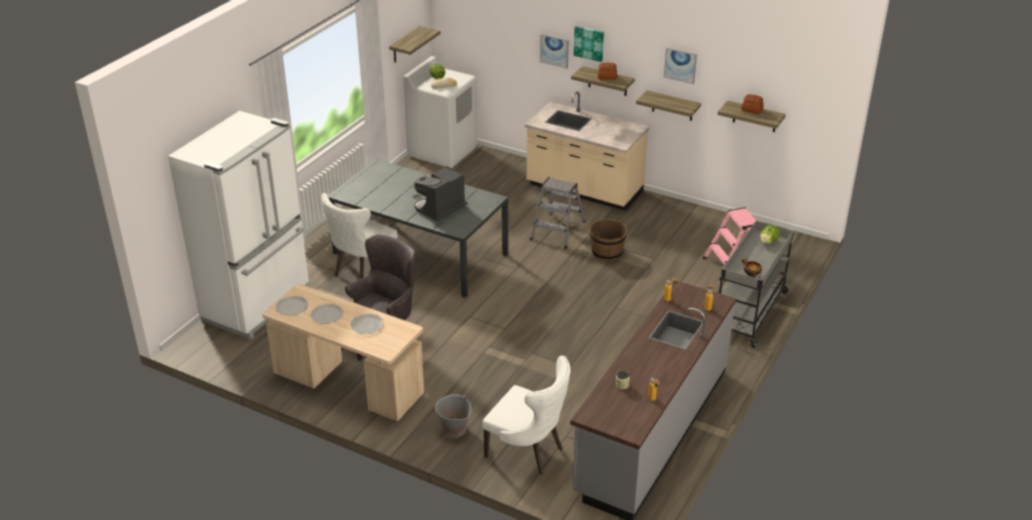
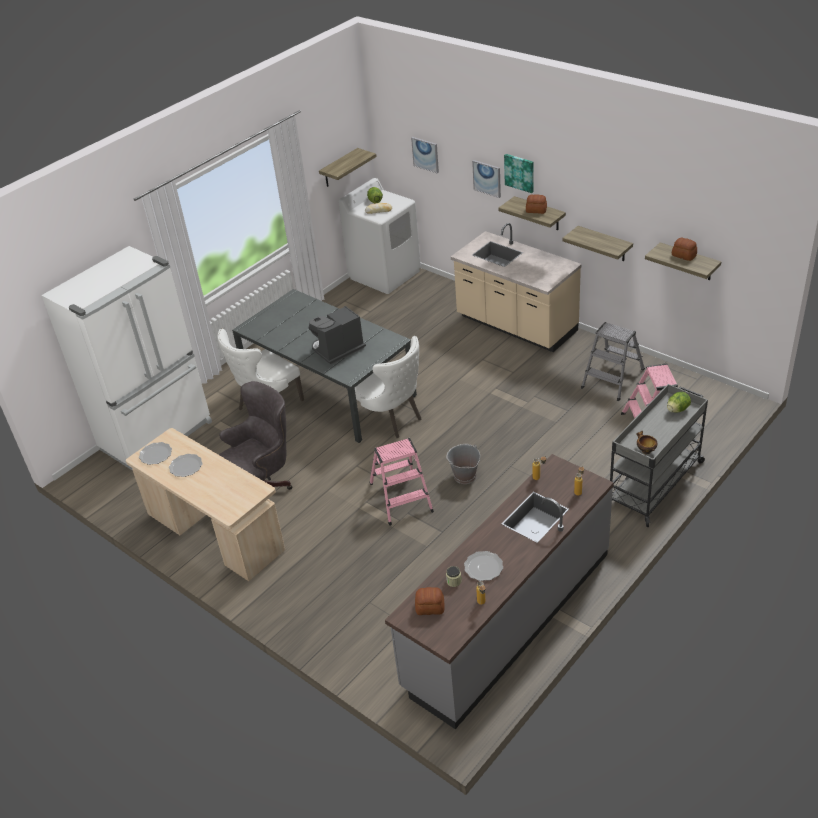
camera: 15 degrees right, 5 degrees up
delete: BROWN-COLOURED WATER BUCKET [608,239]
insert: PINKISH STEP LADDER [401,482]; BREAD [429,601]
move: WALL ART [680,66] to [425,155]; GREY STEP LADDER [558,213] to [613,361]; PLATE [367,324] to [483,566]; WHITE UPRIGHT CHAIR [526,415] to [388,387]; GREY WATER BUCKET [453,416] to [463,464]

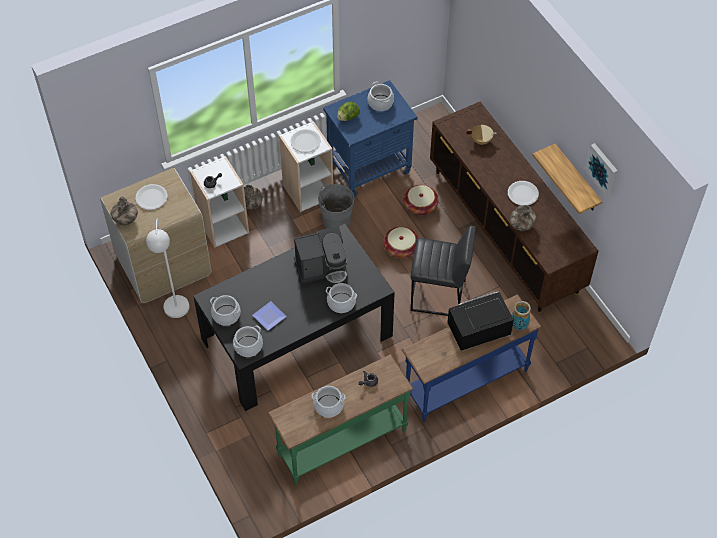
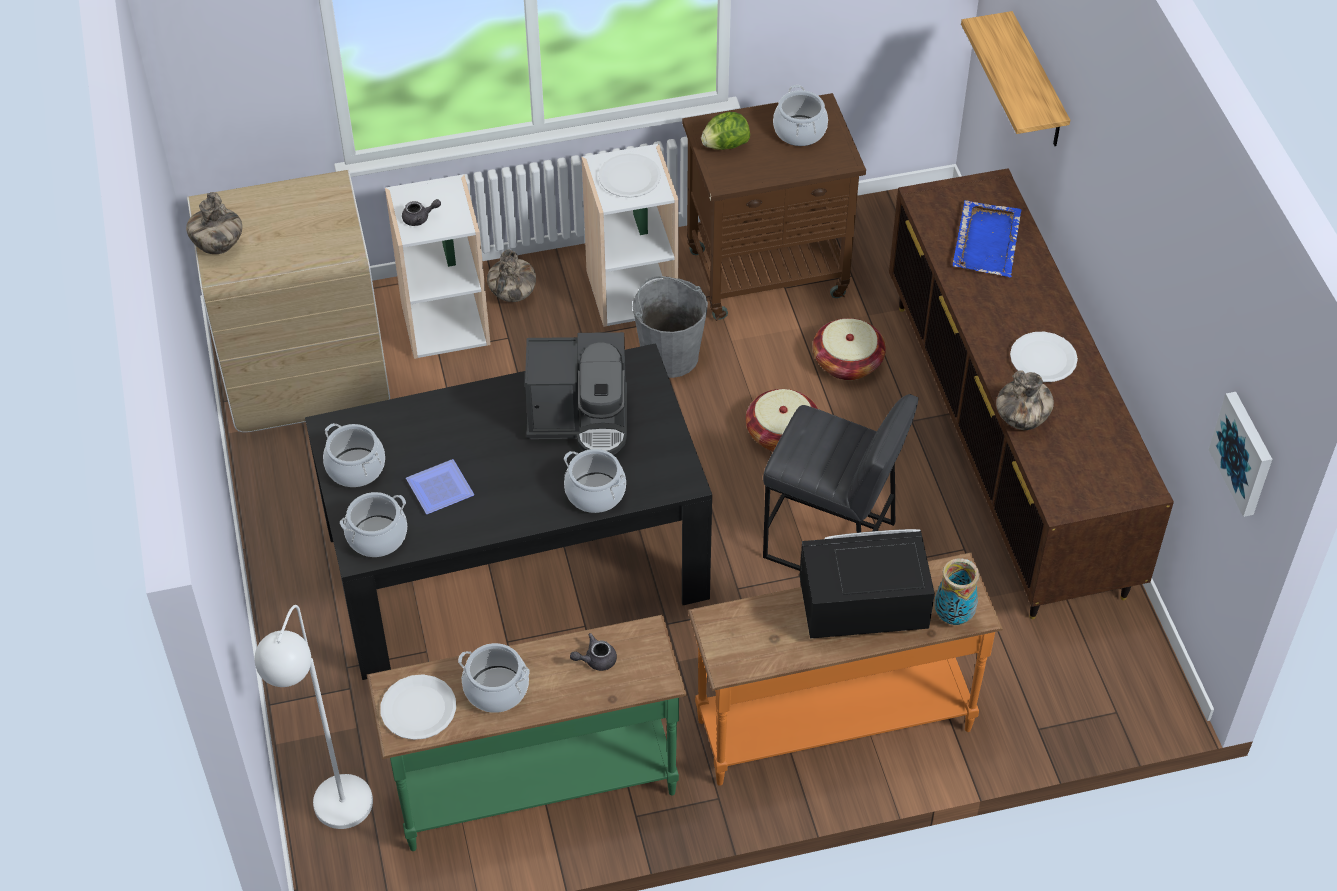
camera: 15 degrees right, 5 degrees down
move: WALL ART [601,170] to [1240,454]; BRACKET SHELF [567,179] to [1015,78]; WHITE PLATE [152,197] to [418,707]; WHITE STANDARD LAMP [167,268] to [314,717]
replace: BEIGE SAUCEPOT [481,135] to BLUE-COLOURED TRAY [987,238]
recolor: BLUE-COLOURED CART [370,138] to BROWN-COLOURED CART [774,207]; BLUE-COLOURED NARROW TABLE [471,358] to ORANGE-COLOURED NARROW TABLE [845,669]

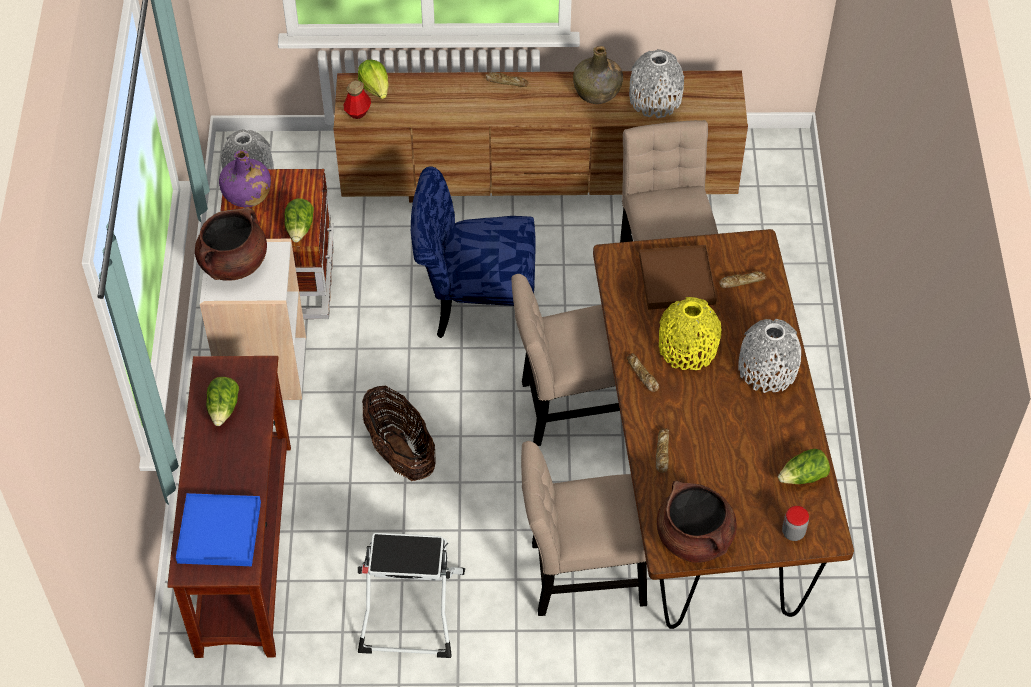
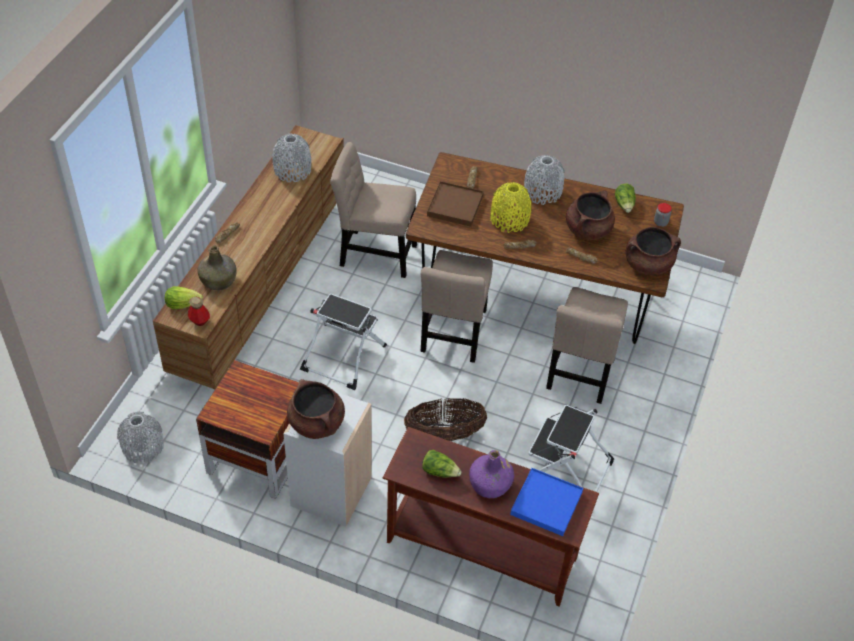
camera: 70 degrees left, 5 degrees down
delete: HEAD OF LETTUCE [299,220]
insert: BROWN-COLOURED SAUCEPOT [590,215]
move: GREEN-COLOURED BEVERAGE BOTTLE [598,75] to [217,268]; PURPLE-COLOURED BEVERAGE BOTTLE [245,179] to [491,474]
replace: BLUE-COLOURED UPRIGHT CHAIR [473,252] to STEP LADDER [343,342]

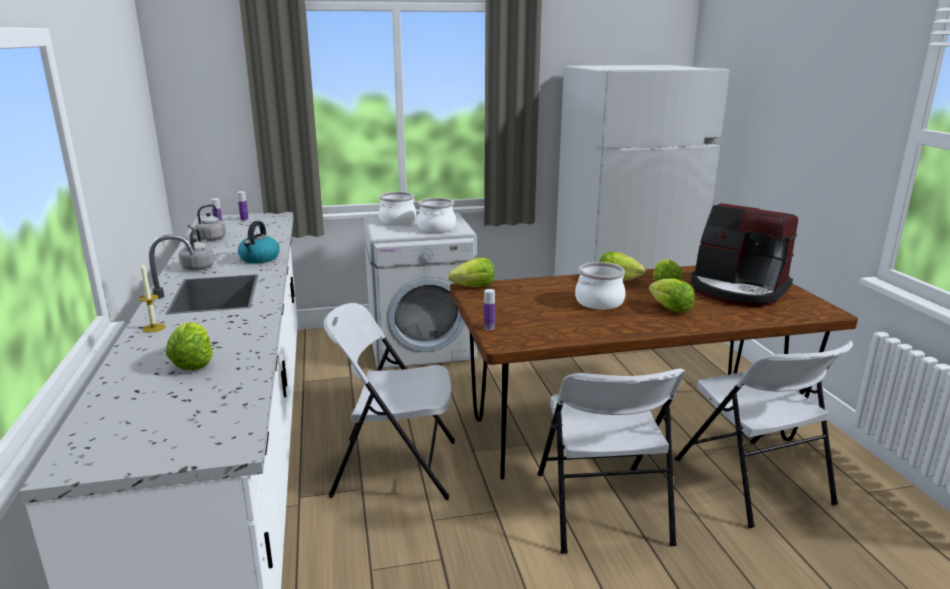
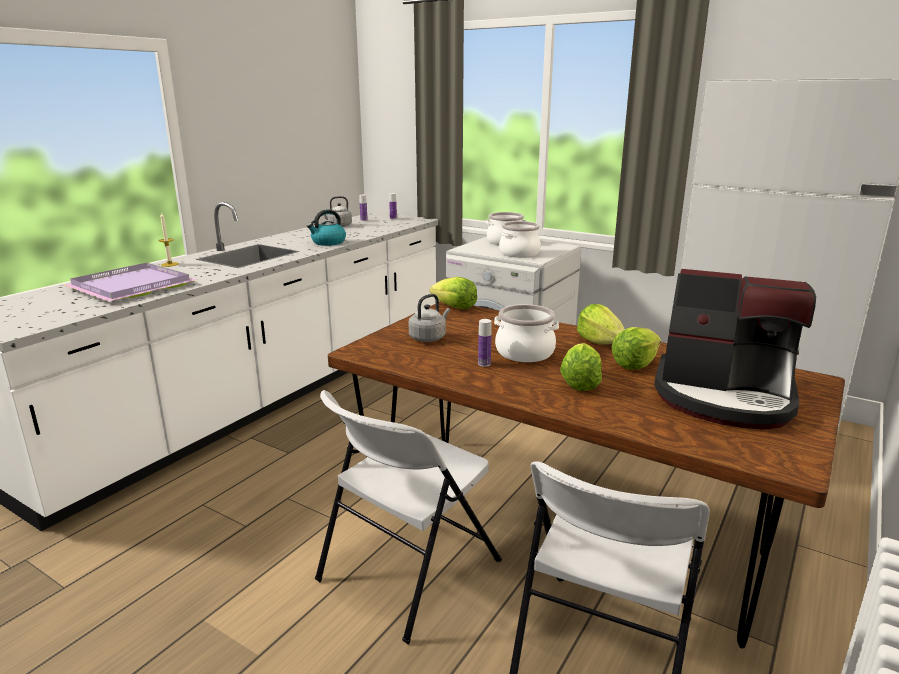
camera: 45 degrees right, 0 degrees up
delete: WHITE UPRIGHT CHAIR [389,401]
move: GREY TEA KETTLE [196,249] to [429,318]; BEVERAGE BOTTLE [489,309] to [485,343]
replace: HEAD OF LETTUCE [189,346] to PURPLE-COLOURED TRAY [130,282]
rotate: COFFEE BREWER [744,255] = [735,349] 60 degrees counterclockwise

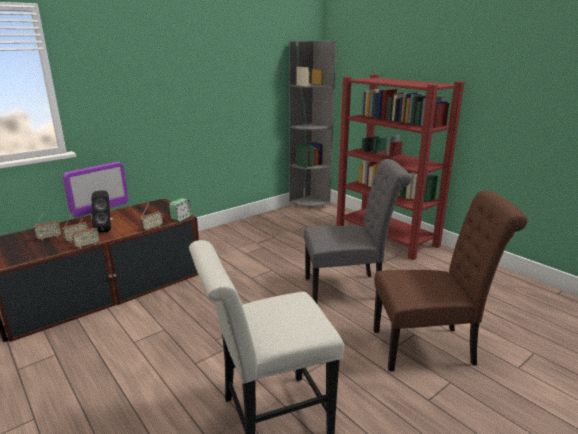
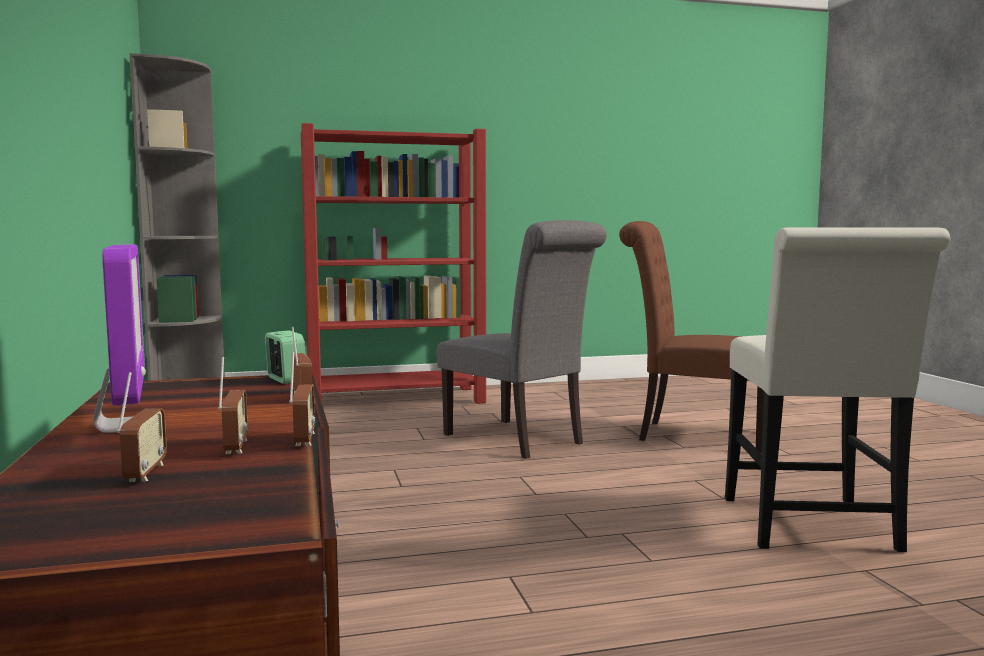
camera: 65 degrees left, 15 degrees down
delete: BLACK-COLOURED SPEAKER [101,212]
rotate: GREY UPRIGHT CHAIR [357,231] = [522,339] 120 degrees clockwise; BROWN-COLOURED UPRIGHT CHAIR [450,281] = [691,337] 90 degrees counterclockwise

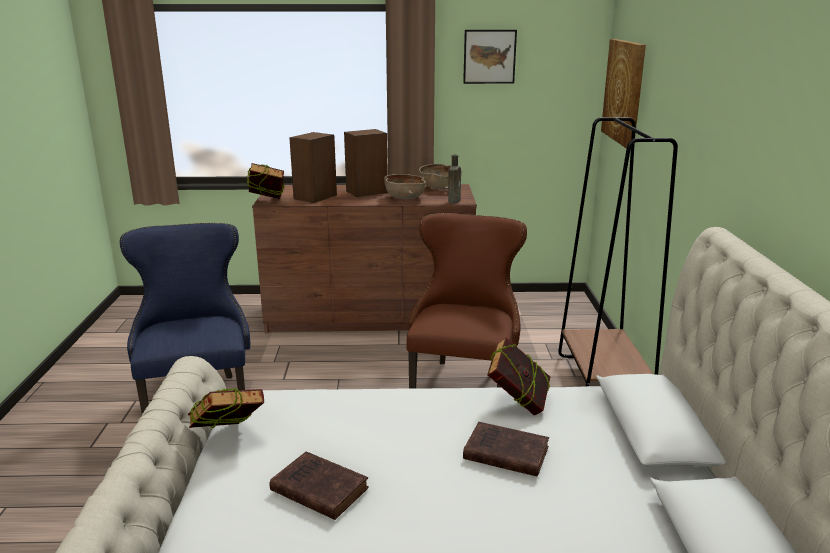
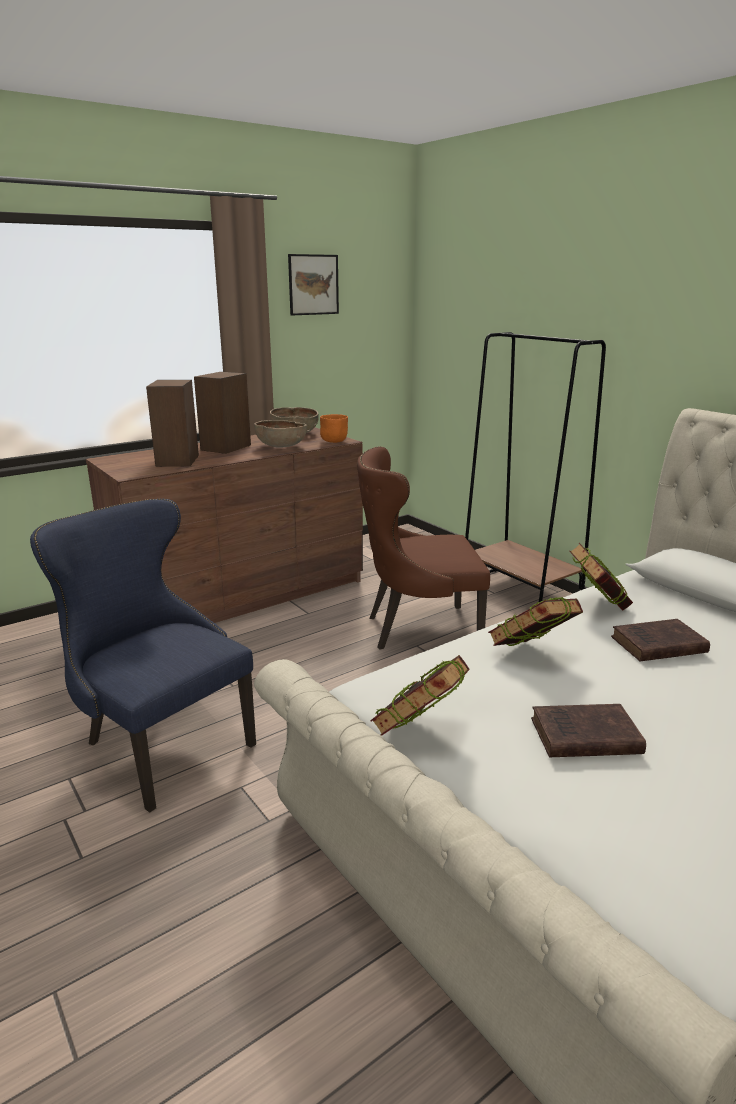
camera: 35 degrees left, 0 degrees up
delete: WALL ART [623,94]
move: BOOK [265,181] to [535,621]
replace: BROWN-COLOURED BEVERAGE BOTTLE [454,179] to ORANGE-COLOURED SERVING BOWL [334,428]
rotate: BROWN-COLOURED UPRIGHT CHAIR [466,301] = [423,547] 75 degrees counterclockwise

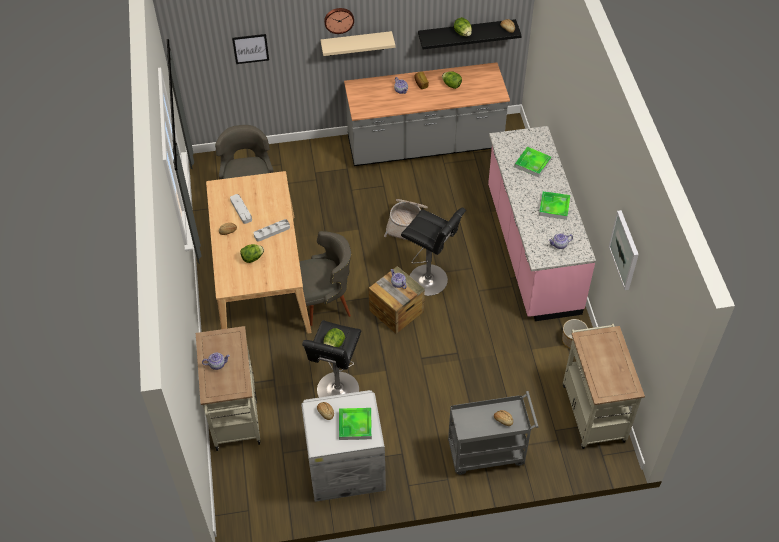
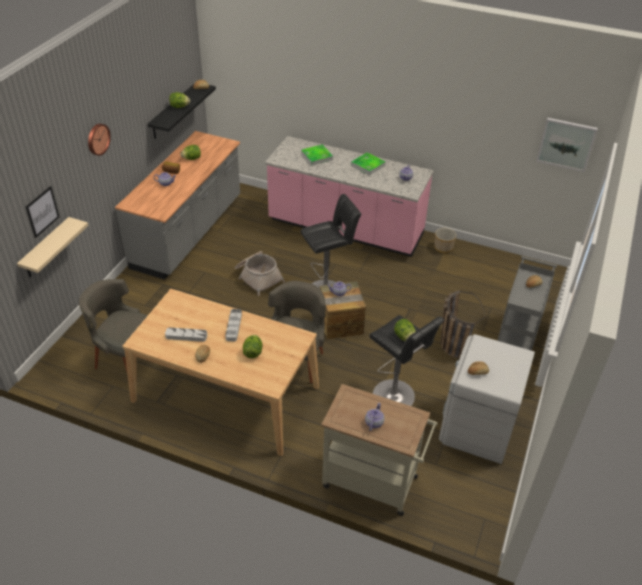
camera: 60 degrees left, 10 degrees down
delete: BEIGE CART [604,386]; TRAY [355,424]
insert: STORAGE BASKET [463,324]
move: BEIGE BRACKET SHELF [358,43] to [53,247]; WALL ART [623,250] to [567,145]

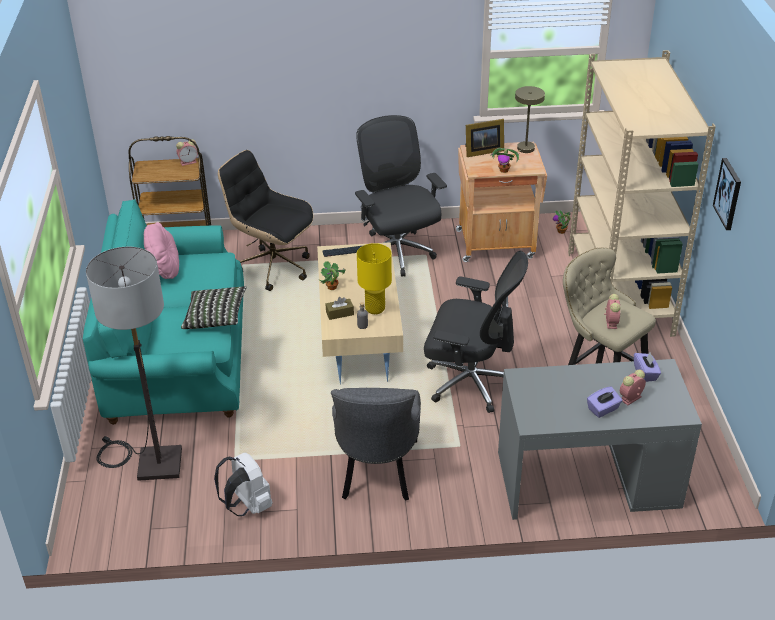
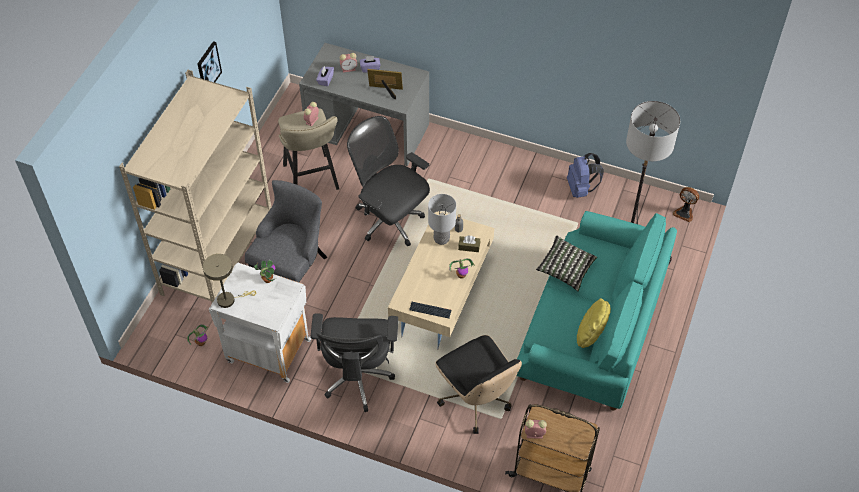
camera: 155 degrees left, 15 degrees up
insert: FAN [686,204]
move: STANDING FRAME [484,138] to [385,84]; GREY LOUNGE CHAIR [376,444] to [286,231]
recolor: BROWN-COLOURED CART [501,202] to WHITE CART [260,323]; PINKISH THROW PILLOW [161,250] to YELLOW-COLOURED THROW PILLOW [594,323]; YELLOW-COLOURED LAMP FOR A TABLE [374,278] to GREY LAMP FOR A TABLE [442,219]; WHITE RUCKSACK [243,484] to BLUE-COLOURED RUCKSACK [585,175]

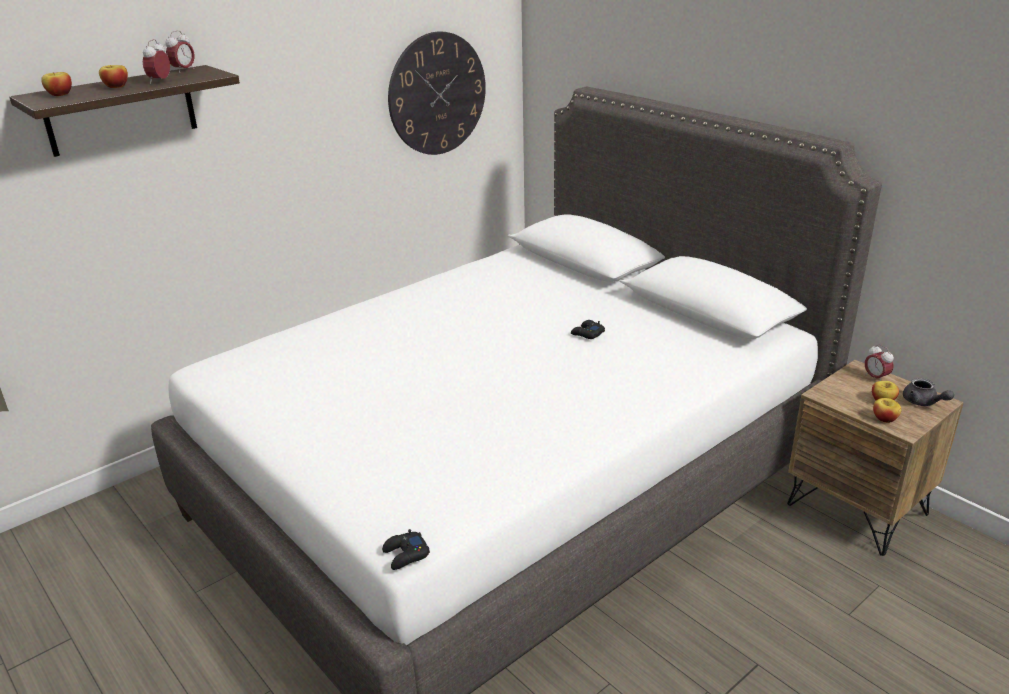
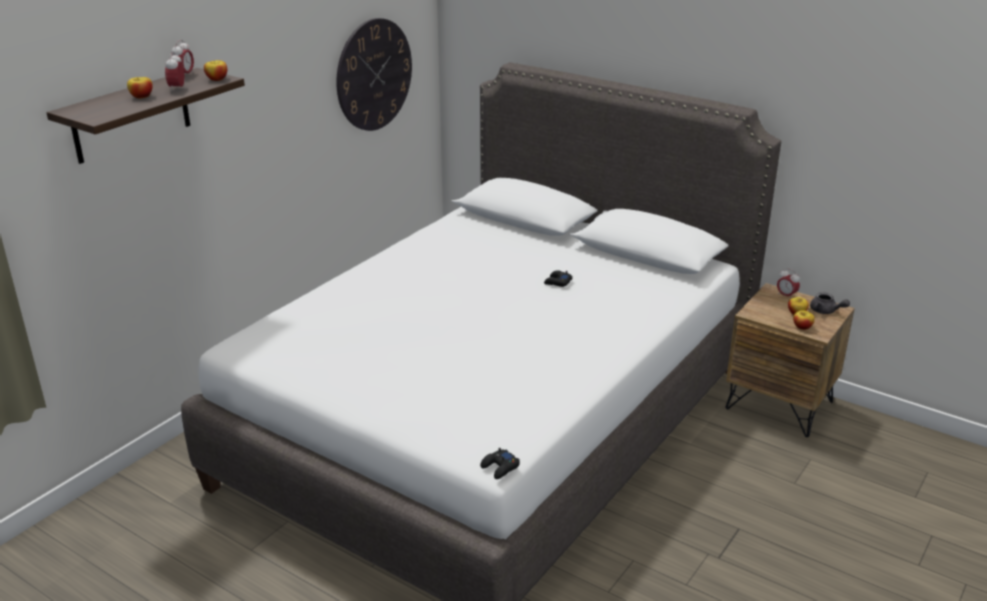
camera: 15 degrees left, 0 degrees up
move: WHOLE APPLE [56,84] to [215,70]

